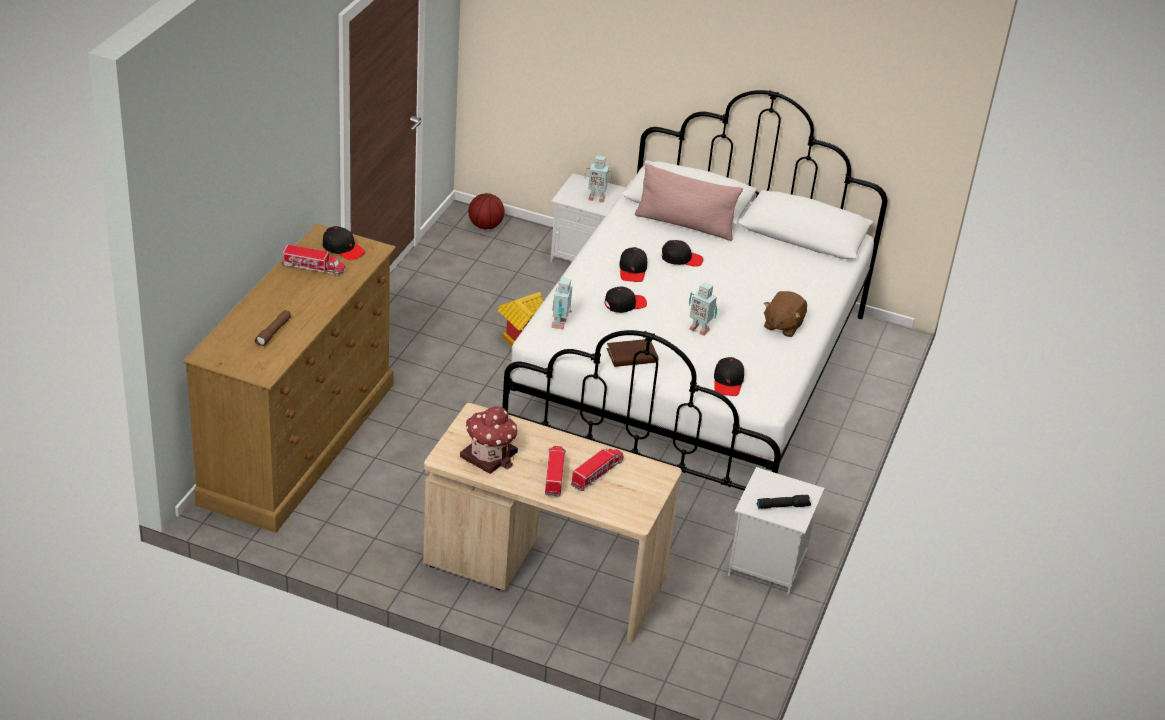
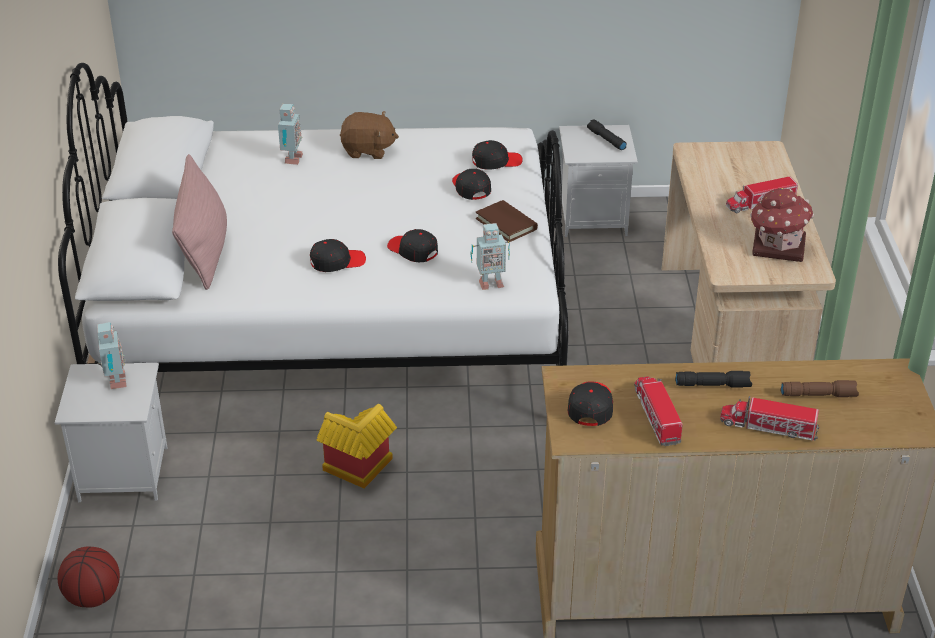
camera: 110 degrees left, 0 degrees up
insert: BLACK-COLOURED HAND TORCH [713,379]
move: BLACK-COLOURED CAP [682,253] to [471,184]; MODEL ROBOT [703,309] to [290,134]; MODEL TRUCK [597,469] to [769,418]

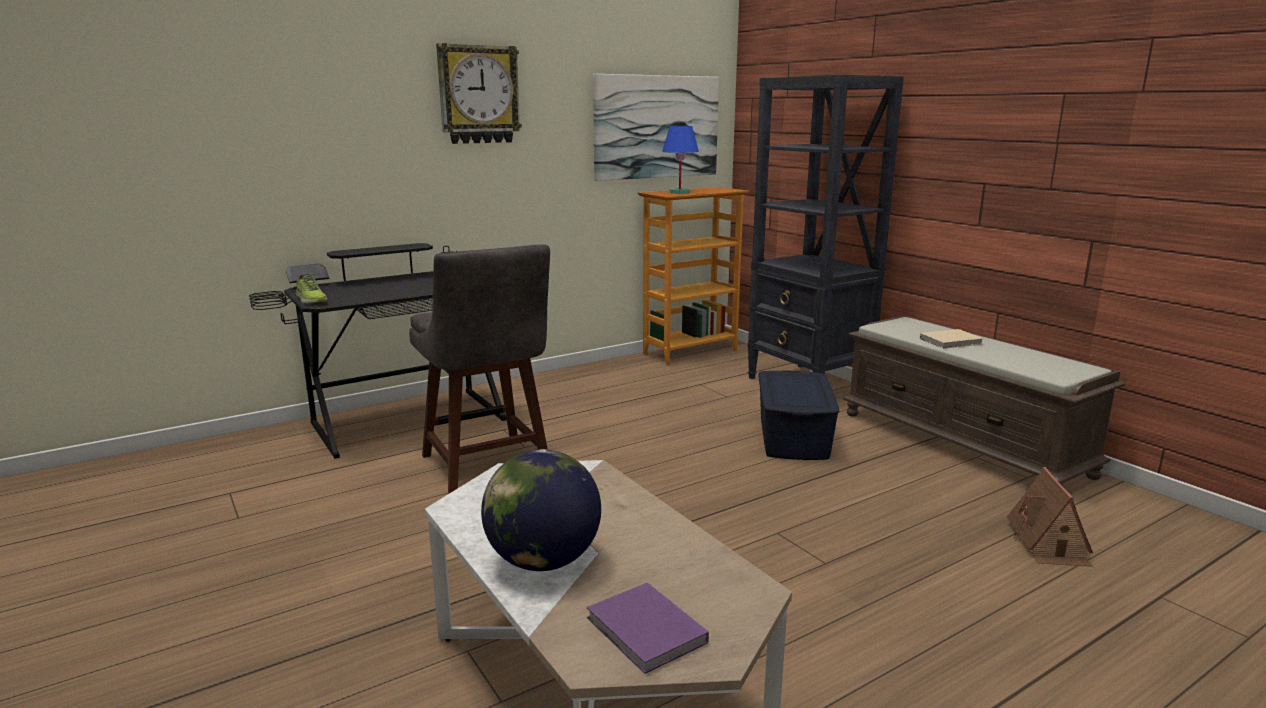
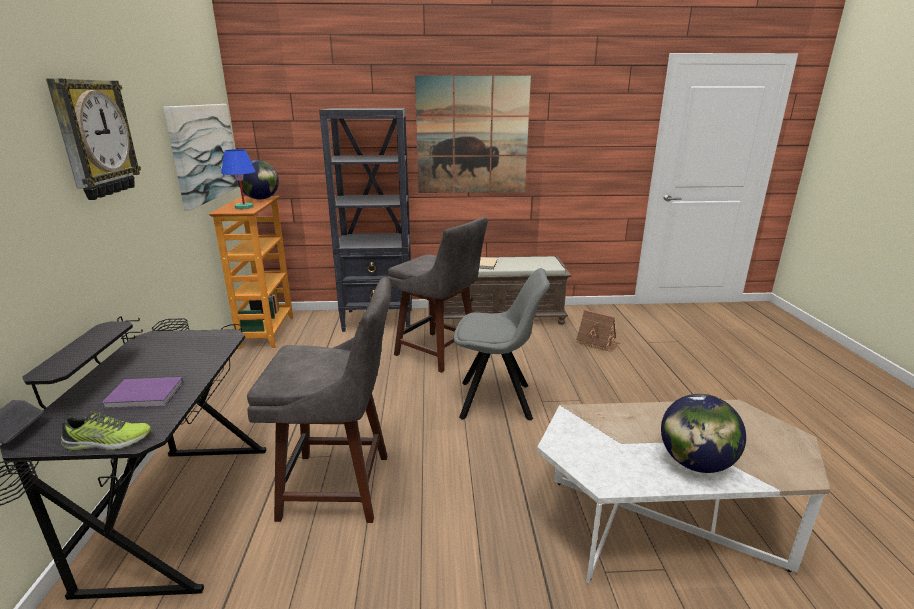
camera: 60 degrees left, 5 degrees up
insert: WALL ART [473,134]; DESK GLOBE [258,180]; GREY UPRIGHT CHAIR [502,344]
move: PURPLE-COLOURED BOOK [648,628] to [142,393]
replace: BLUE-COLOURED STORAGE CONTAINER [799,415] to GREY STOOL [437,295]

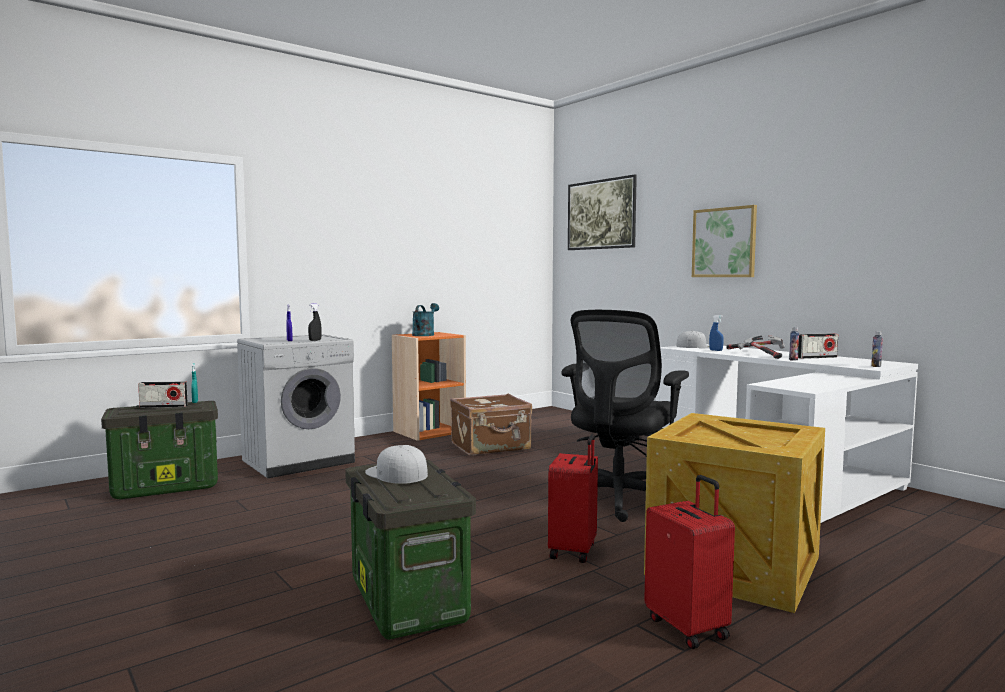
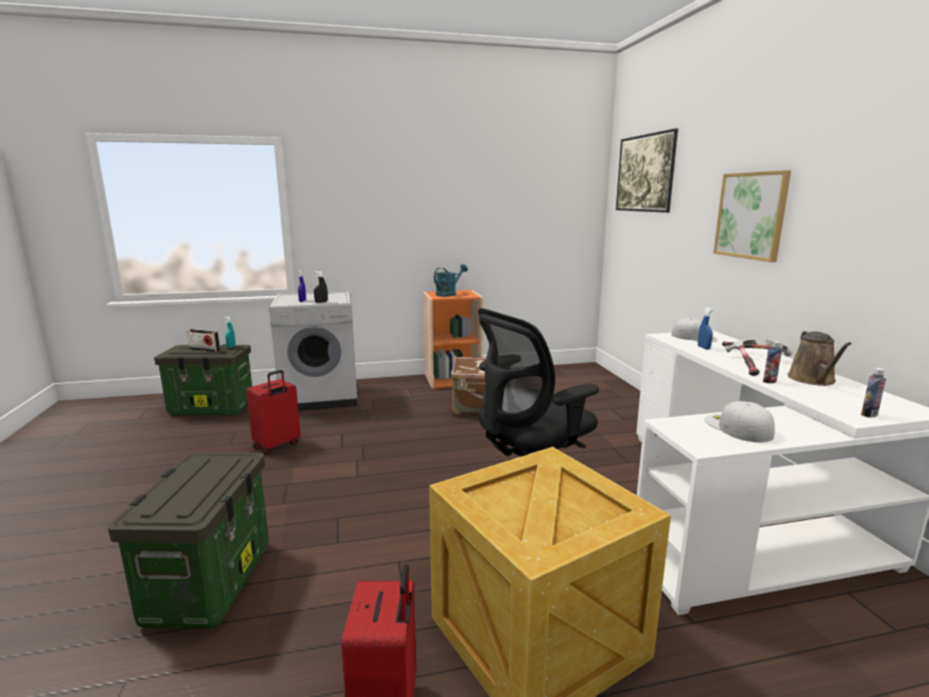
camera: 25 degrees right, 10 degrees up
move: RED TRAVEL CASE [573,498] to [273,412]; WHITE CAP [396,464] to [739,422]
replace: RADIO SET [818,346] to BROWN-COLOURED SPRINKLING CAN [819,358]

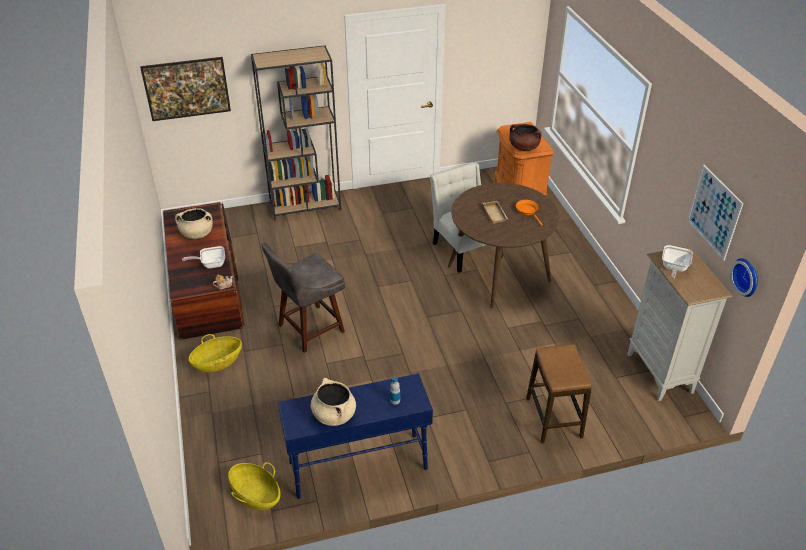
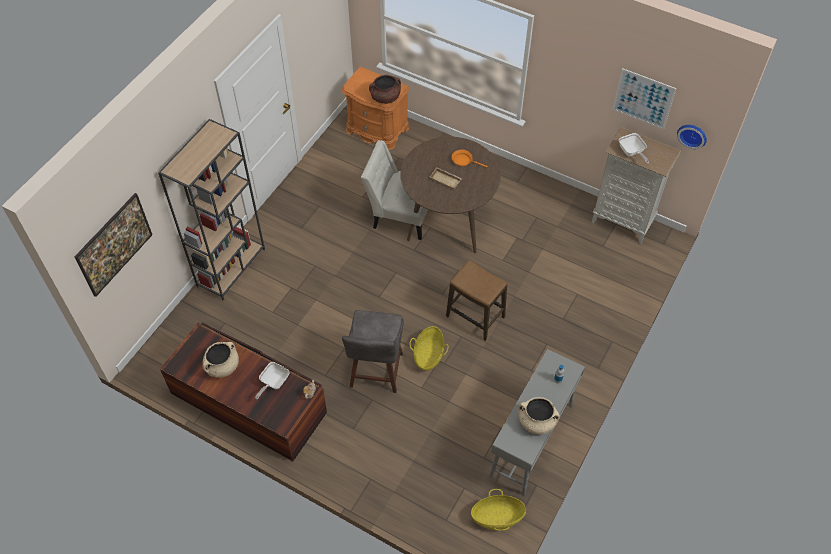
camera: 45 degrees left, 15 degrees up
move: STORAGE BASKET [215,353] to [429,348]; STOOL [559,393] to [476,300]
recolor: BLUE-COLOURED NARROW TABLE [355,436] to GREY NARROW TABLE [537,422]

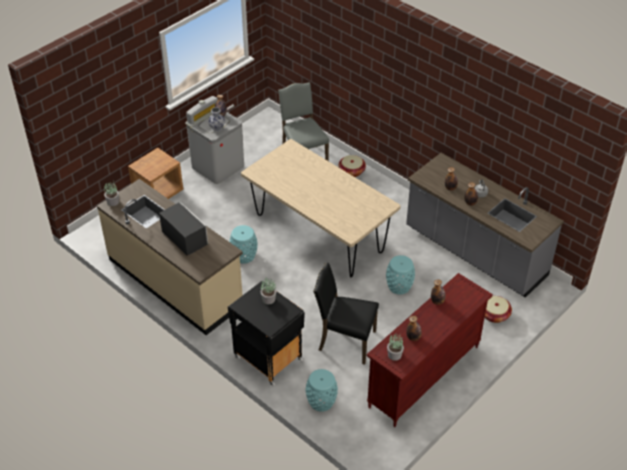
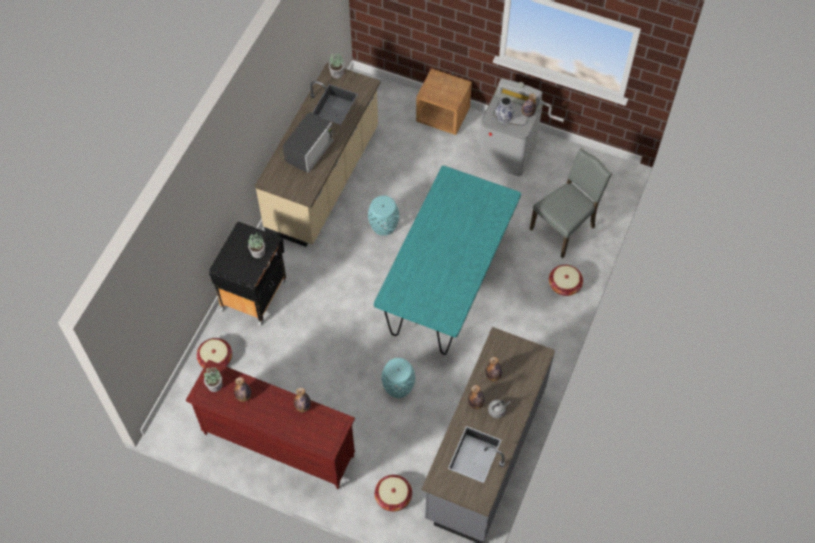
camera: 70 degrees right, 15 degrees up
delete: BLACK-COLOURED UPRIGHT CHAIR [346,313]
replace: TURQUOISE STOOL [322,390] to STORAGE BASKET [214,353]
recolor: BEIGE DINING TABLE [321,208] to TURQUOISE DINING TABLE [447,260]

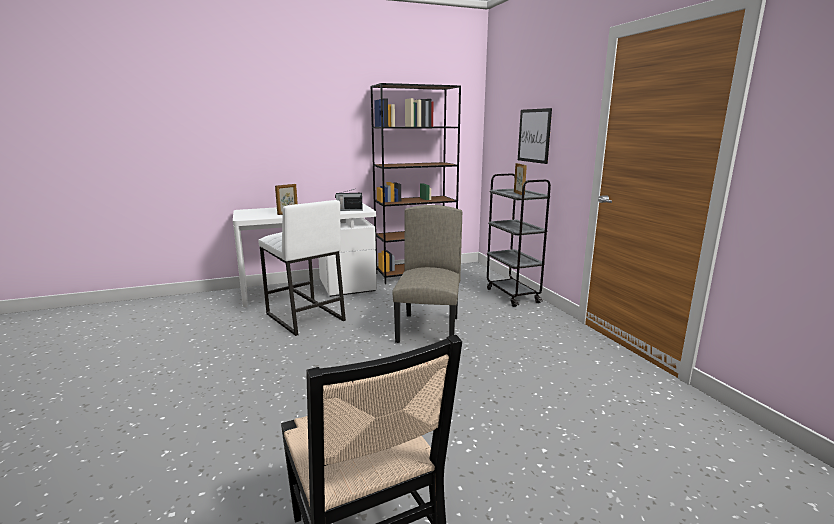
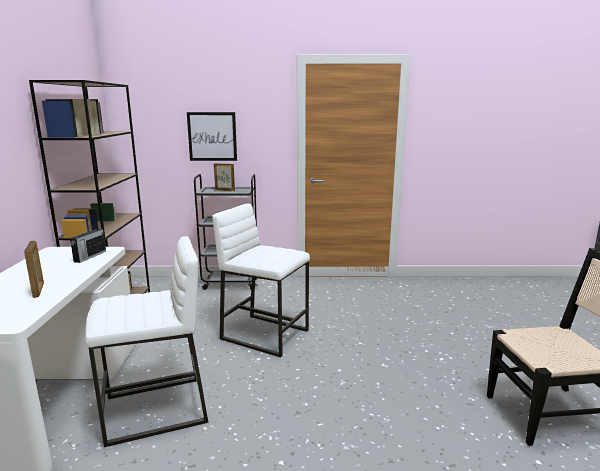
camera: 70 degrees left, 0 degrees up
replace: BEIGE UPRIGHT CHAIR [427,274] to WHITE STOOL [261,280]

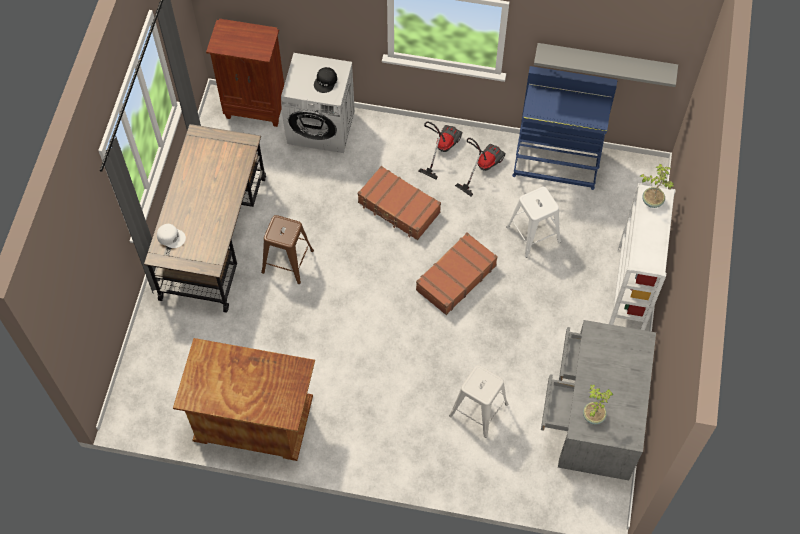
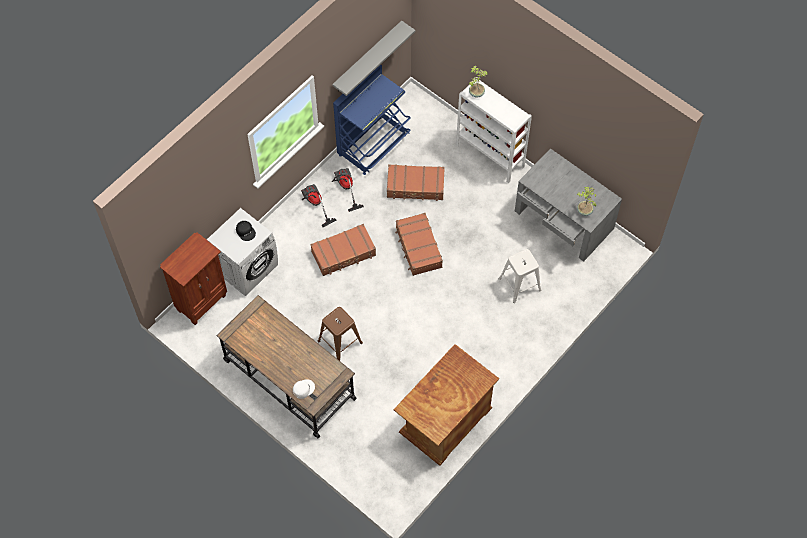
camera: 60 degrees left, 0 degrees up
replace: WHITE STOOL [533,222] to BROWN-COLOURED TRAVEL CASE [416,182]

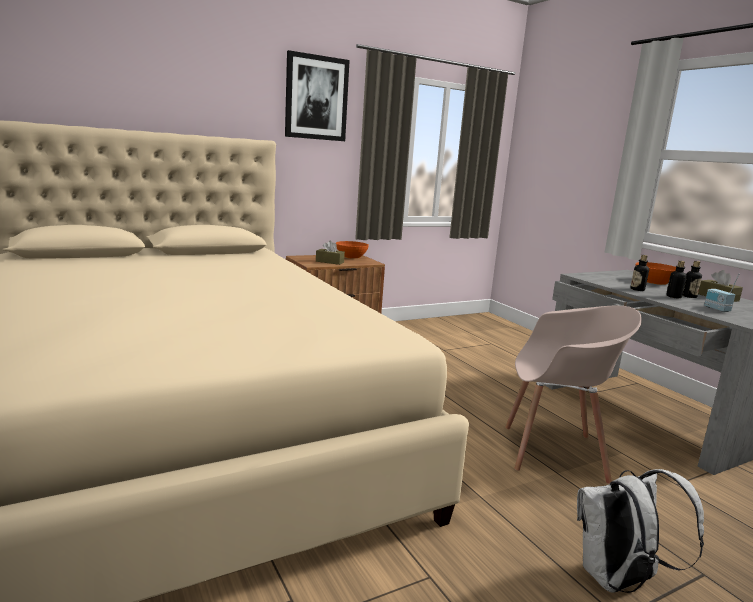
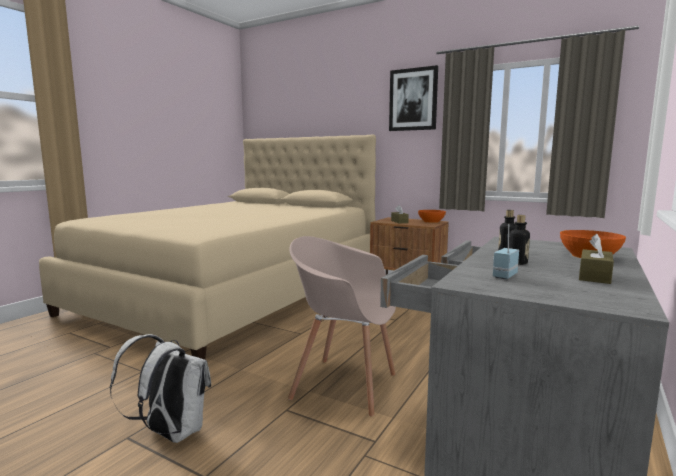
camera: 60 degrees right, 5 degrees down
delete: BEVERAGE BOTTLE [692,279]
rotate: BEIGE UPRIGHT CHAIR [573,395] = [342,326] 135 degrees clockwise

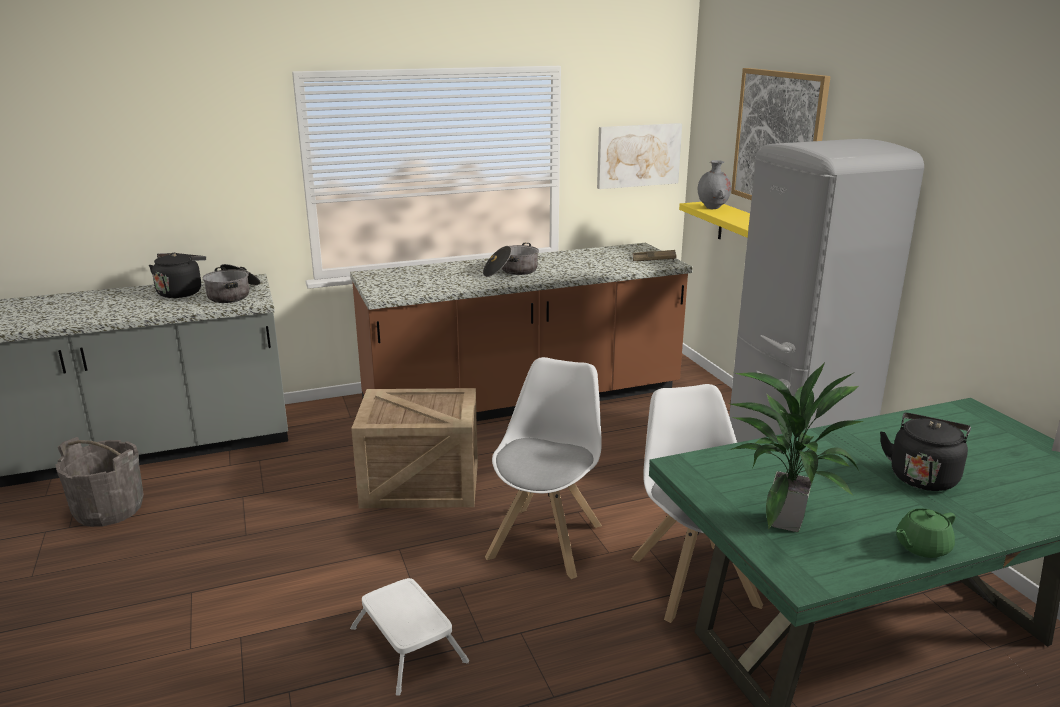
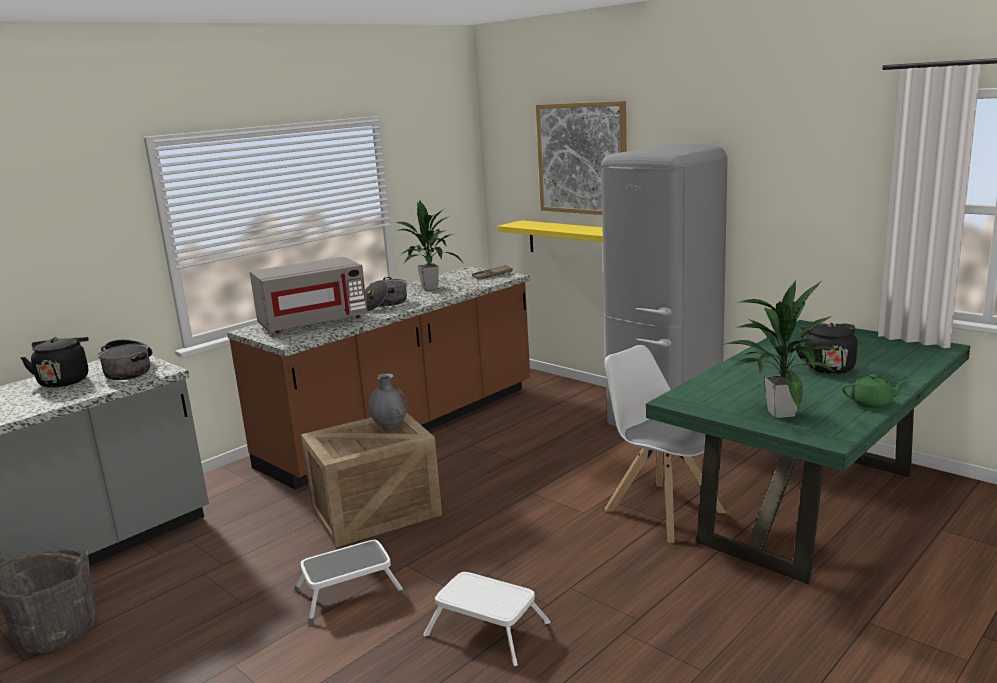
camera: 25 degrees left, 5 degrees down
delete: WALL ART [639,156]; UPRIGHT CHAIR [543,468]
insert: POTTED PLANT [429,245]; GREY KITCHEN MICROWAVE [309,295]; GREY STEP LADDER [350,582]
move: GREY FLOWER VASE [714,184] to [387,401]
rotate: GREEN-COLOURED TEAPOT [926,533] = [875,391] 120 degrees counterclockwise

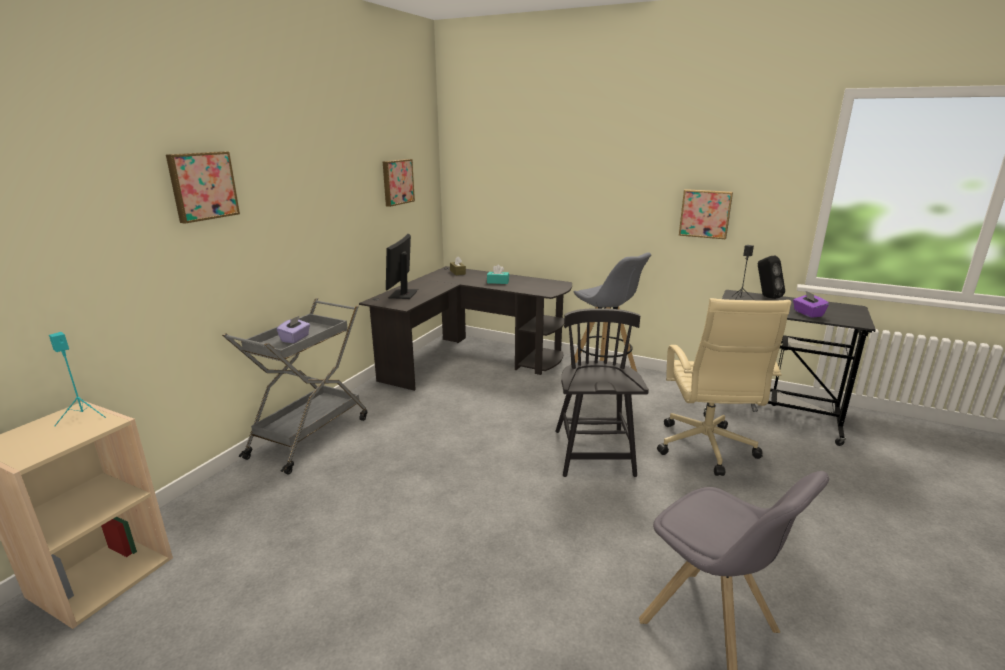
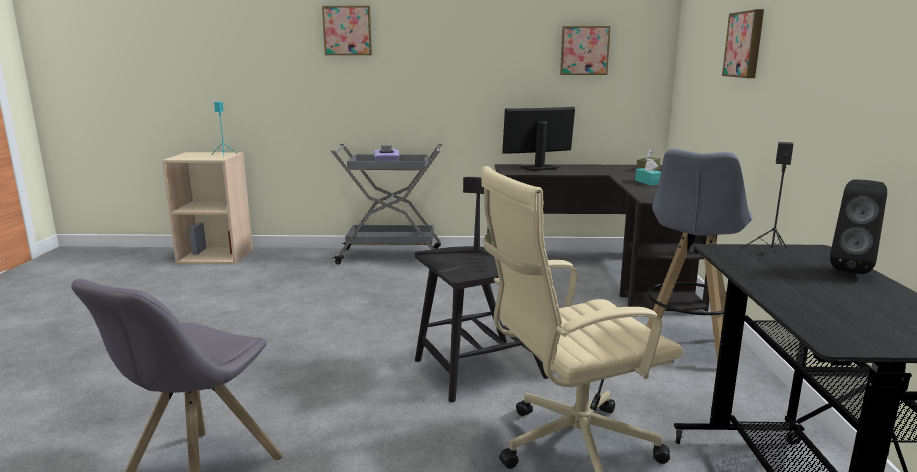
camera: 65 degrees right, 5 degrees down
delete: PURPLE-COLOURED BOX OF TISSUES [811,304]
move: WALL ART [706,214] to [743,43]

